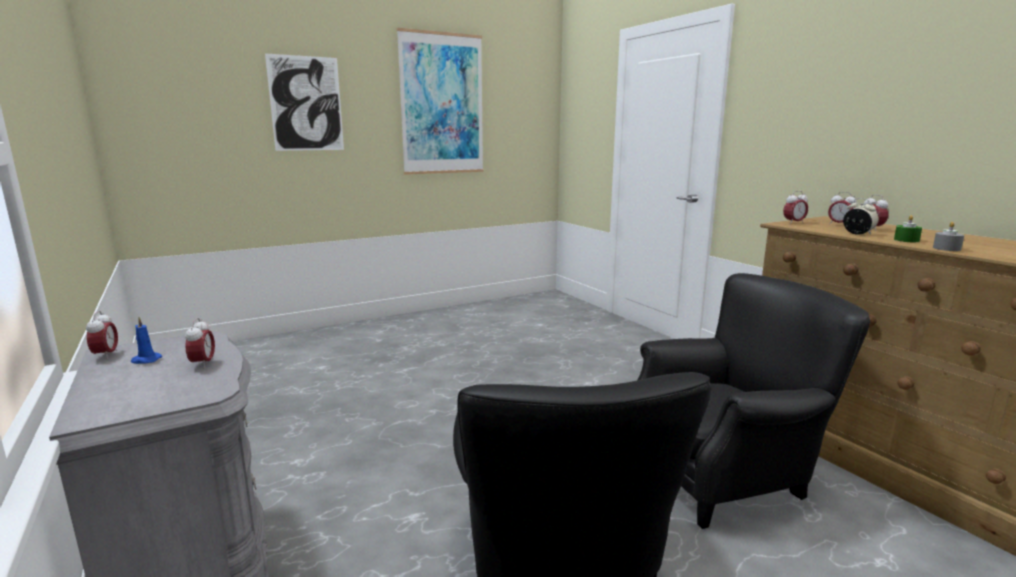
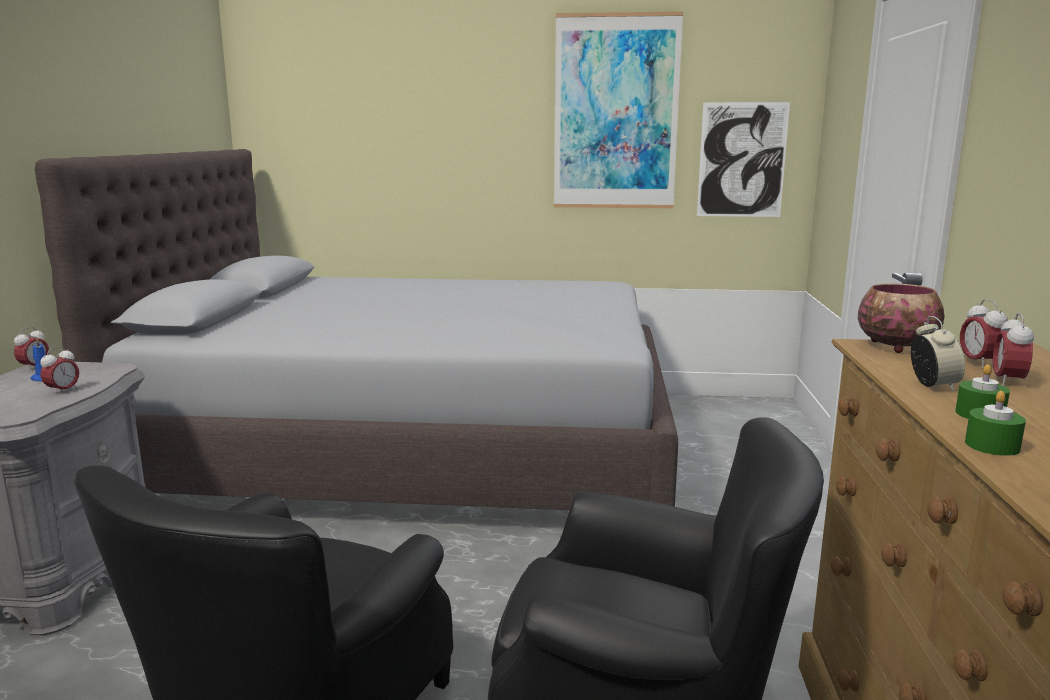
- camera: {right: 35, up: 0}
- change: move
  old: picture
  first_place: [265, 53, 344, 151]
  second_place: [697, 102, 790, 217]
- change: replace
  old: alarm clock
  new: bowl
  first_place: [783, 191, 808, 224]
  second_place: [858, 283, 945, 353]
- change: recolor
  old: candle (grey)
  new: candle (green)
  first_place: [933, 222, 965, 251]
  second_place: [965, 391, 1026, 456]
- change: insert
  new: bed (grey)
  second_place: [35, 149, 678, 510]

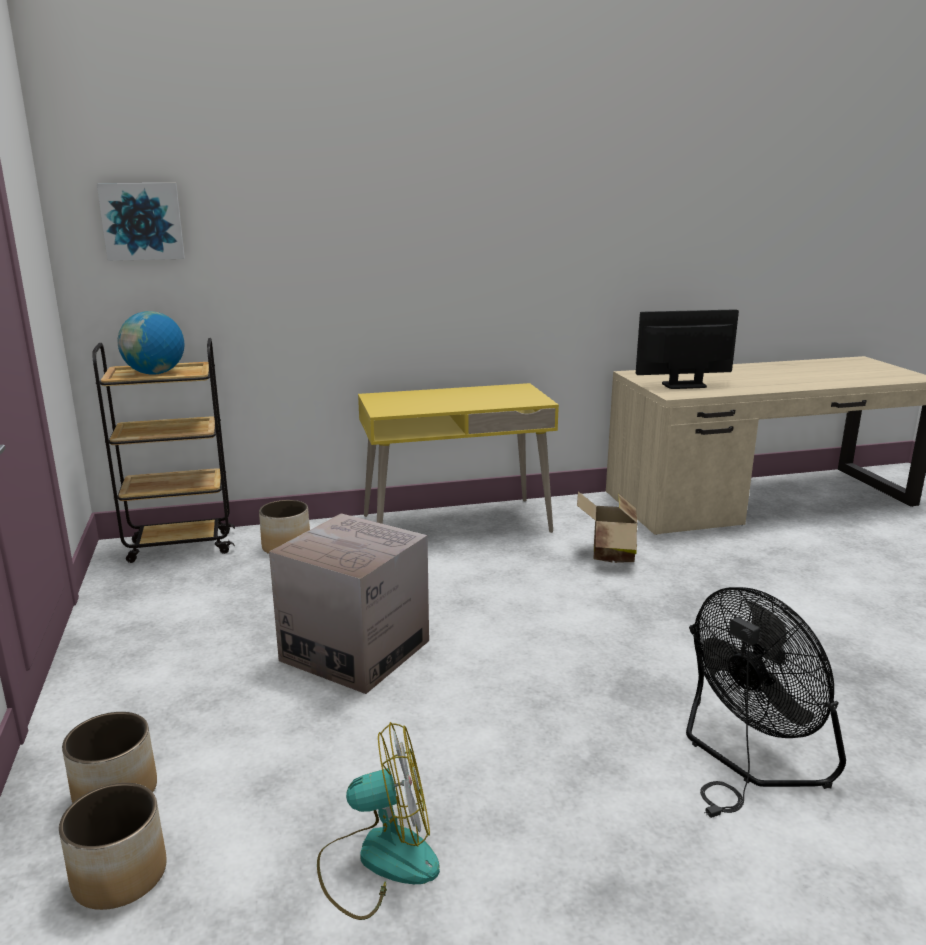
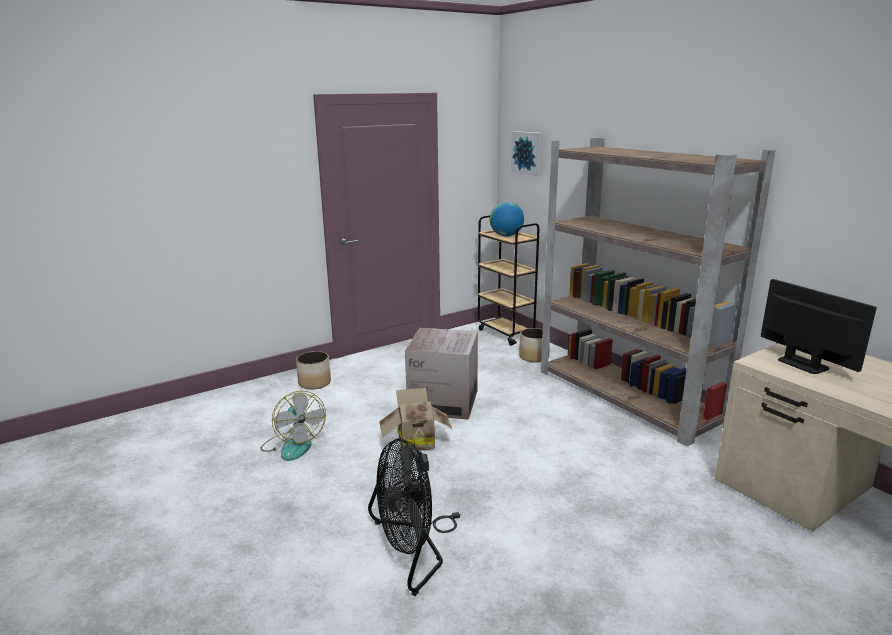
- camera: {right: 70, up: 0}
- change: delete
  old: planter
  first_place: [59, 783, 166, 910]
- change: replace
  old: desk (yellow)
  new: bookcase (brown)
  first_place: [358, 383, 559, 533]
  second_place: [541, 138, 775, 446]
- change: move
  old: cardboard box
  first_place: [577, 491, 637, 563]
  second_place: [379, 387, 452, 451]
- change: rotate
  old: fan (black)
  first_place: [686, 587, 846, 818]
  second_place: [368, 438, 462, 596]
  degrees: 120

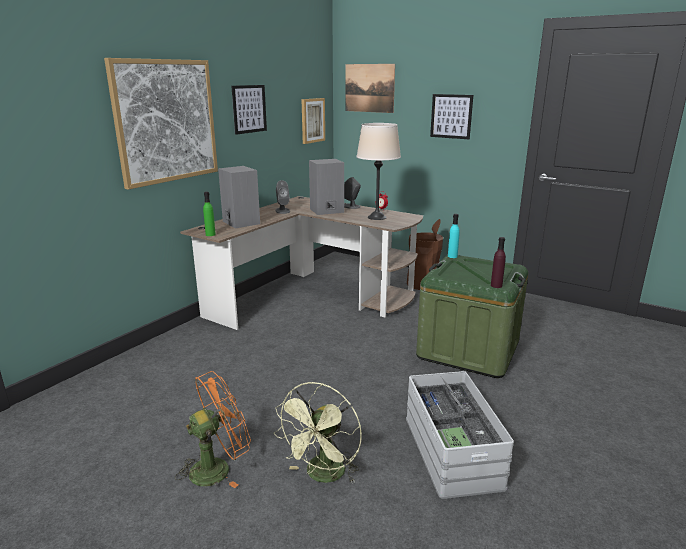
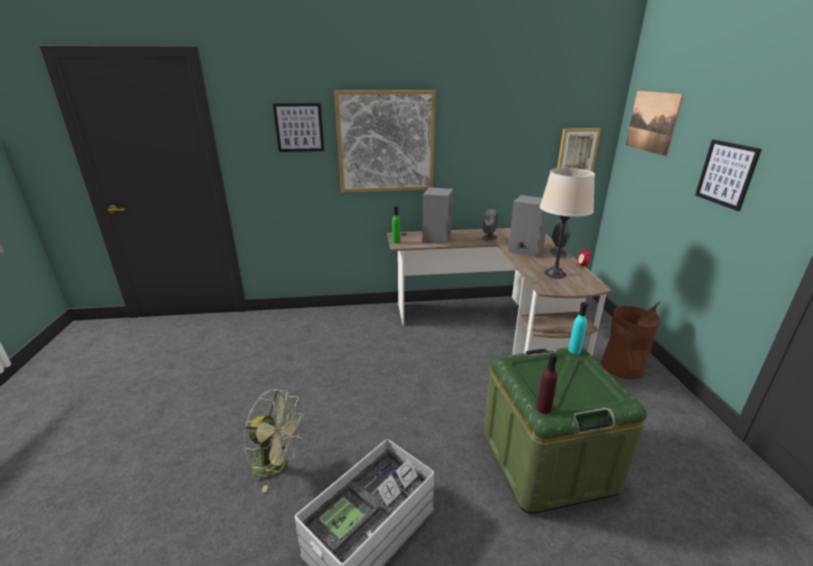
- camera: {right: 50, up: 5}
- change: delete
  old: fan (orange)
  first_place: [175, 371, 251, 488]
- change: move
  old: picture
  first_place: [231, 85, 267, 135]
  second_place: [273, 103, 324, 152]
- change: rotate
  old: fan (green)
  first_place: [274, 382, 362, 484]
  second_place: [244, 389, 304, 492]
  degrees: -150

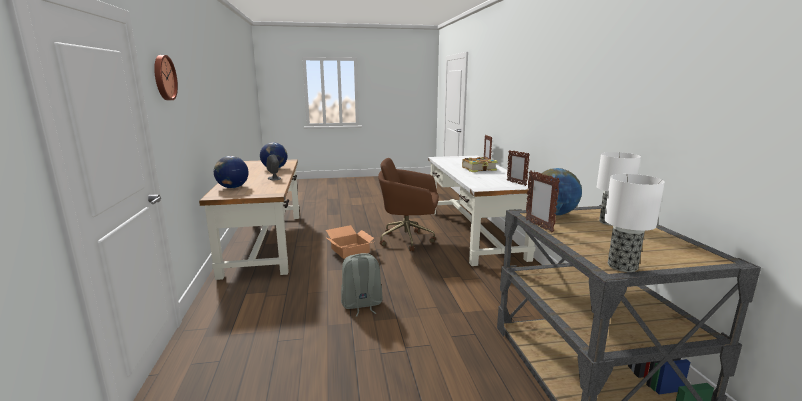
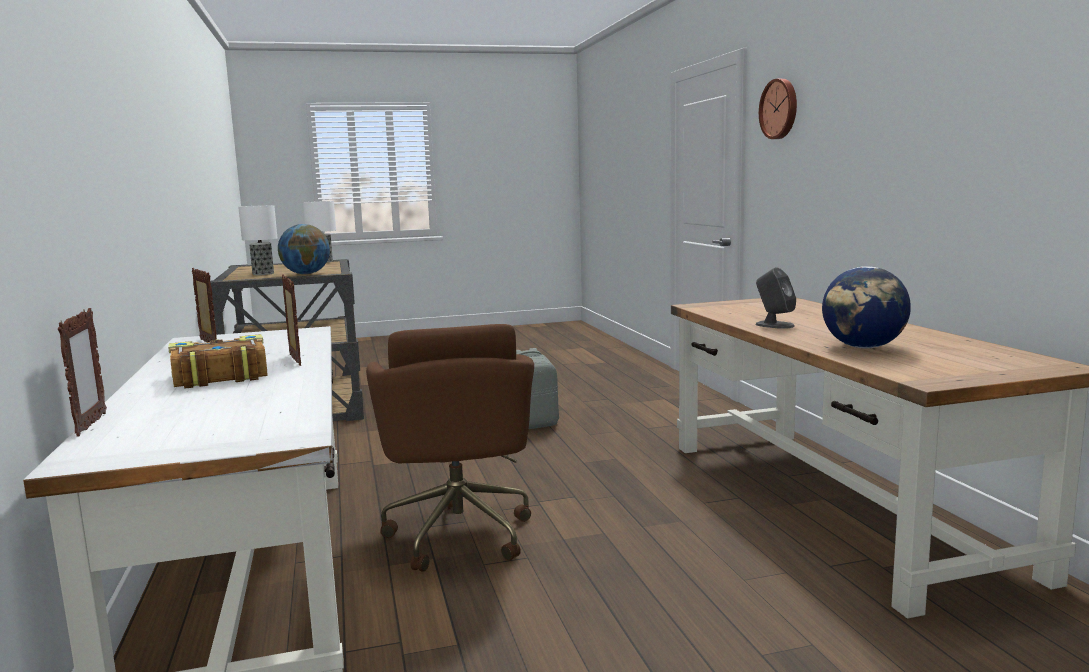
- camera: {right: 175, up: -5}
- change: delete
  old: globe
  first_place: [214, 156, 249, 188]
- change: delete
  old: cardboard box
  first_place: [326, 225, 374, 259]
- change: rotate
  old: office chair (brown)
  first_place: [378, 158, 439, 251]
  second_place: [366, 324, 534, 572]
  degrees: 75
- change: move
  old: picture frame
  first_place: [525, 170, 560, 233]
  second_place: [282, 274, 301, 366]

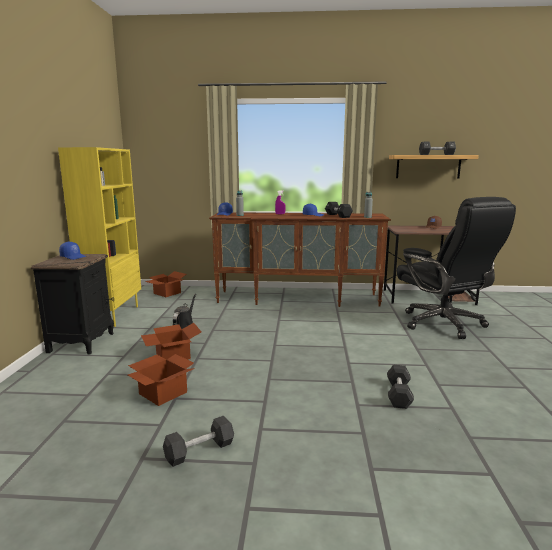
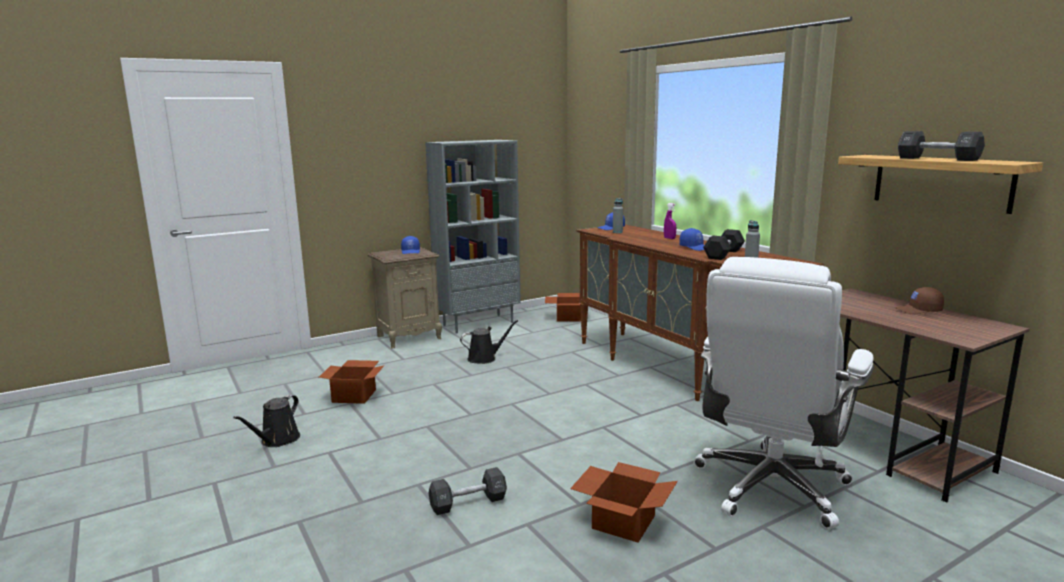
- camera: {right: 55, up: 0}
- change: recolor
  old: nightstand (black)
  new: nightstand (beige)
  first_place: [31, 254, 114, 355]
  second_place: [368, 247, 442, 349]
- change: recolor
  old: bookcase (yellow)
  new: bookcase (grey)
  first_place: [58, 147, 141, 327]
  second_place: [425, 140, 521, 334]
- change: move
  old: cardboard box
  first_place: [141, 323, 201, 360]
  second_place: [570, 462, 678, 543]
- change: replace
  old: dumbbell (black)
  new: watering can (black)
  first_place: [163, 416, 234, 467]
  second_place: [233, 395, 300, 447]
- change: recolor
  old: office chair (black)
  new: office chair (white)
  first_place: [397, 197, 516, 339]
  second_place: [694, 257, 874, 529]

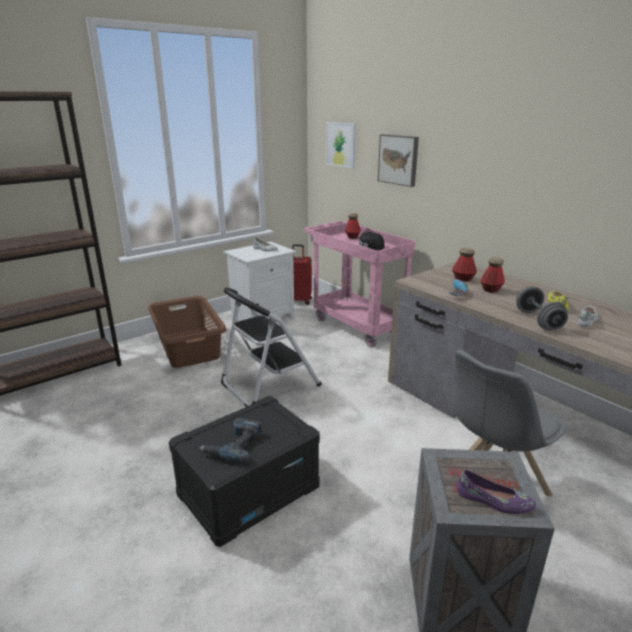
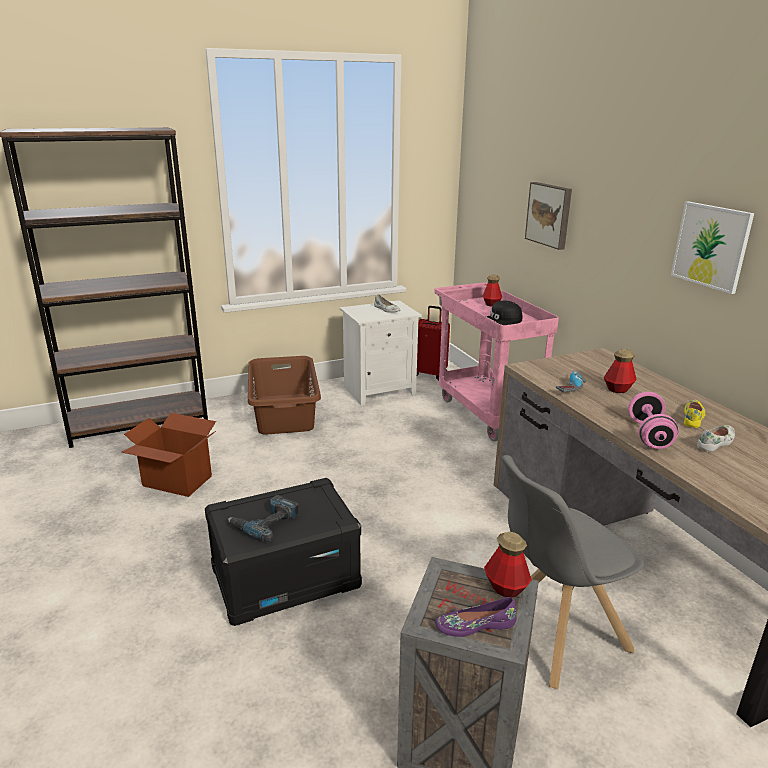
- camera: {right: 15, up: 0}
- change: delete
  old: step ladder
  first_place: [221, 287, 322, 407]
- change: move
  old: picture
  first_place: [326, 122, 356, 168]
  second_place: [671, 202, 754, 294]
- change: move
  old: bottle
  first_place: [452, 248, 477, 281]
  second_place: [484, 531, 532, 597]
- change: rotate
  old: shoe (purple)
  first_place: [457, 470, 536, 514]
  second_place: [435, 597, 517, 637]
  degrees: 135
- change: recolor
  old: dumbbell (grey)
  new: dumbbell (pink)
  first_place: [516, 287, 568, 330]
  second_place: [628, 392, 679, 449]
- change: insert
  new: cardboard box
  second_place: [122, 413, 216, 497]

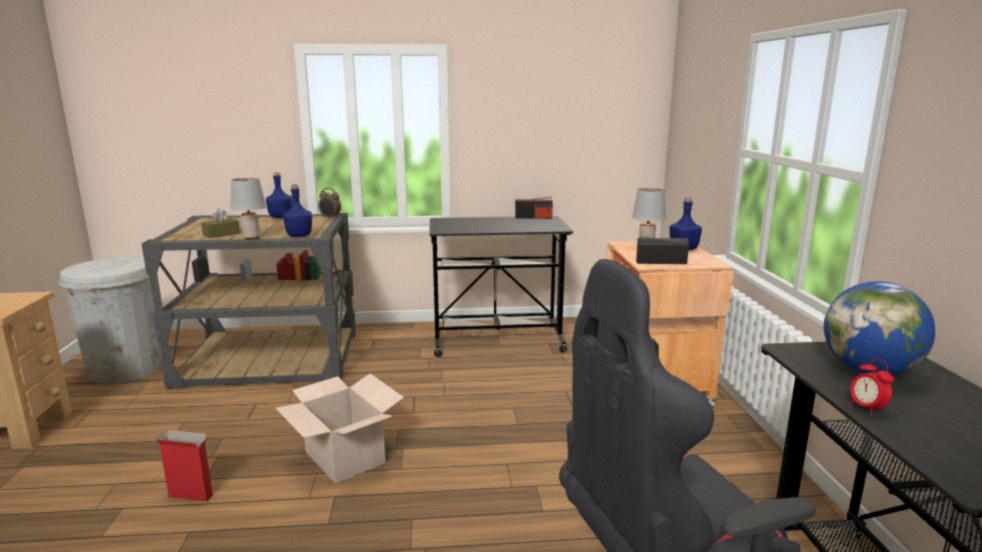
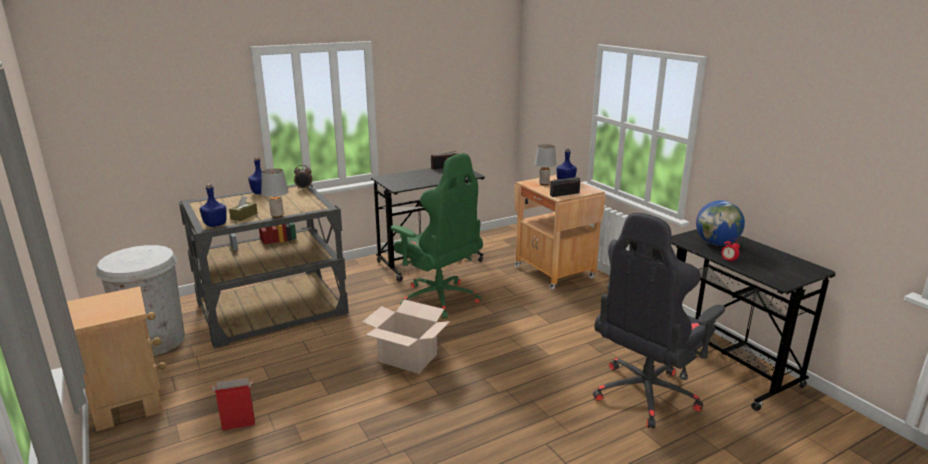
- camera: {right: -25, up: 5}
- change: move
  old: cardboard box
  first_place: [155, 430, 213, 502]
  second_place: [212, 378, 255, 430]
- change: move
  old: bottle (blue)
  first_place: [283, 185, 312, 237]
  second_place: [200, 184, 227, 227]
- change: insert
  new: office chair (green)
  second_place: [391, 153, 483, 319]

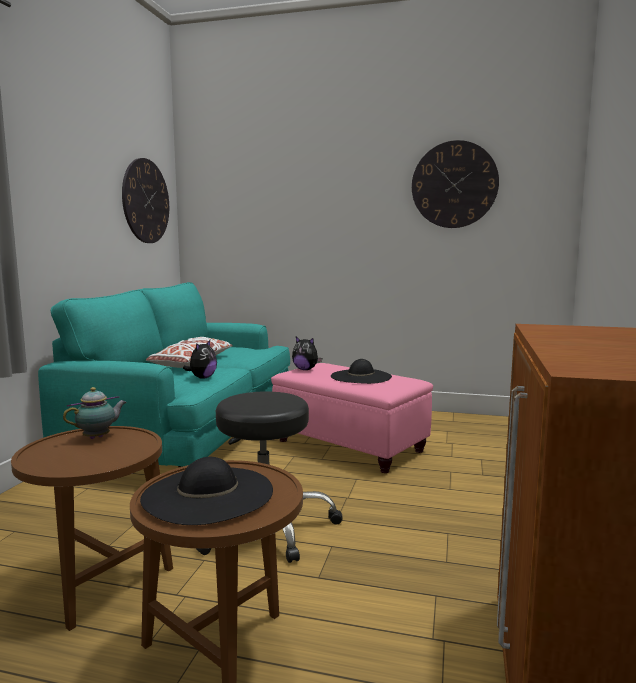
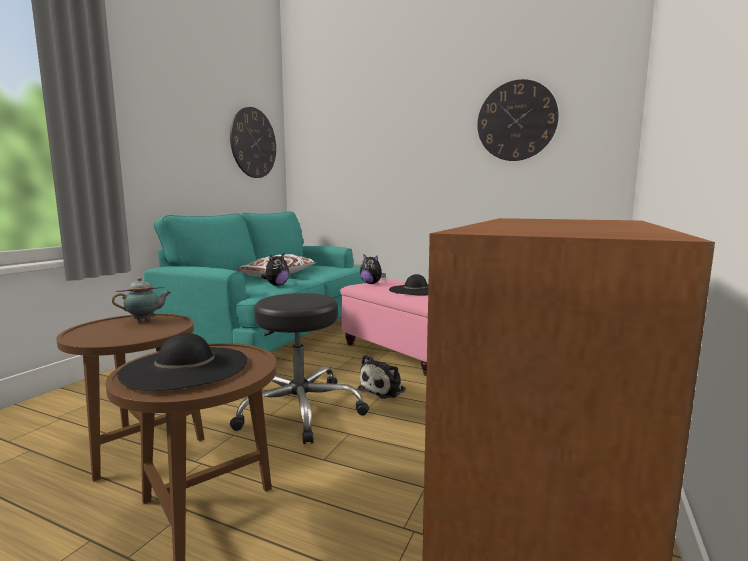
- camera: {right: 10, up: 0}
- change: insert
  new: plush toy
  second_place: [357, 354, 406, 399]

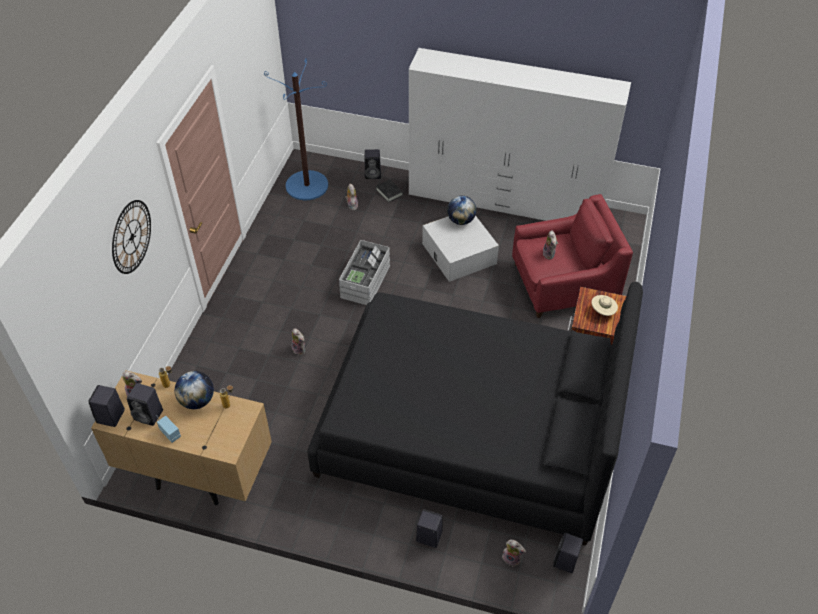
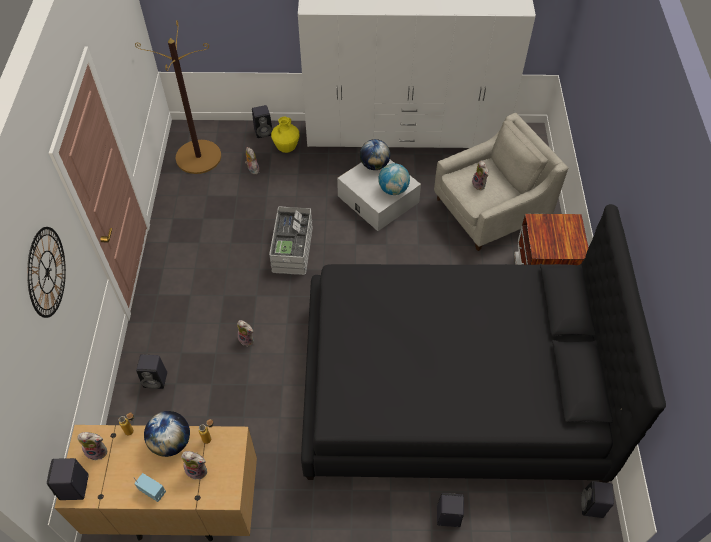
- camera: {right: -15, up: 5}
- change: move
  old: speaker (black)
  first_place: [127, 383, 163, 426]
  second_place: [136, 354, 167, 389]
- change: recolor
  old: clothes rack (blue)
  new: clothes rack (brown)
  first_place: [264, 58, 328, 200]
  second_place: [135, 21, 221, 174]
- change: replace
  old: book (black)
  new: vase (yellow)
  first_place: [376, 179, 403, 202]
  second_place: [271, 117, 299, 153]
- change: move
  old: plush toy
  first_place: [502, 540, 526, 567]
  second_place: [181, 451, 207, 480]
- change: recolor
  old: armchair (red)
  new: armchair (beige)
  first_place: [512, 194, 633, 318]
  second_place: [434, 113, 568, 251]
- change: delete
  old: hat (beige)
  first_place: [591, 295, 618, 316]
- change: insert
  new: globe
  second_place: [378, 163, 410, 195]

